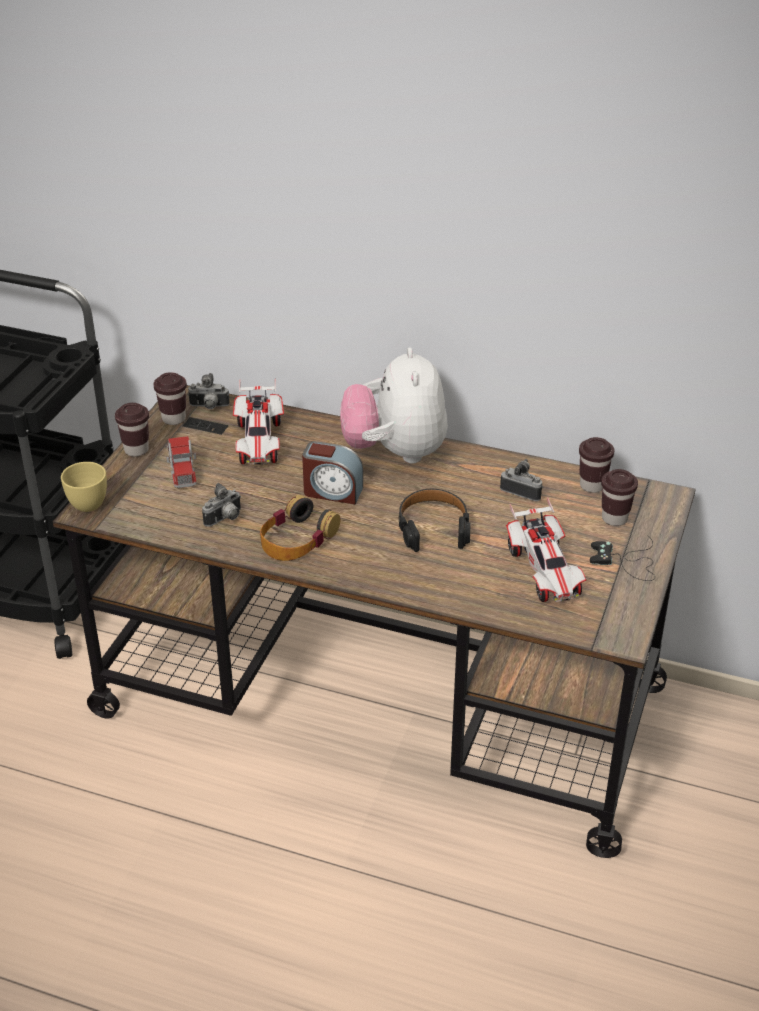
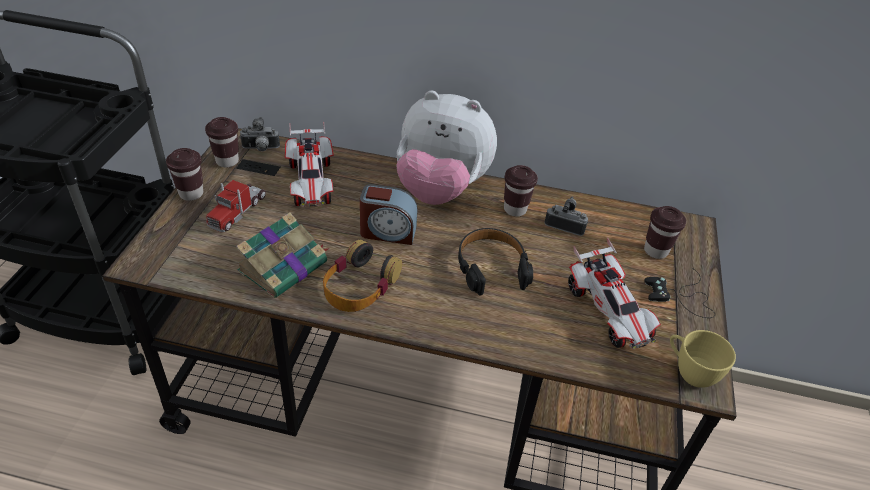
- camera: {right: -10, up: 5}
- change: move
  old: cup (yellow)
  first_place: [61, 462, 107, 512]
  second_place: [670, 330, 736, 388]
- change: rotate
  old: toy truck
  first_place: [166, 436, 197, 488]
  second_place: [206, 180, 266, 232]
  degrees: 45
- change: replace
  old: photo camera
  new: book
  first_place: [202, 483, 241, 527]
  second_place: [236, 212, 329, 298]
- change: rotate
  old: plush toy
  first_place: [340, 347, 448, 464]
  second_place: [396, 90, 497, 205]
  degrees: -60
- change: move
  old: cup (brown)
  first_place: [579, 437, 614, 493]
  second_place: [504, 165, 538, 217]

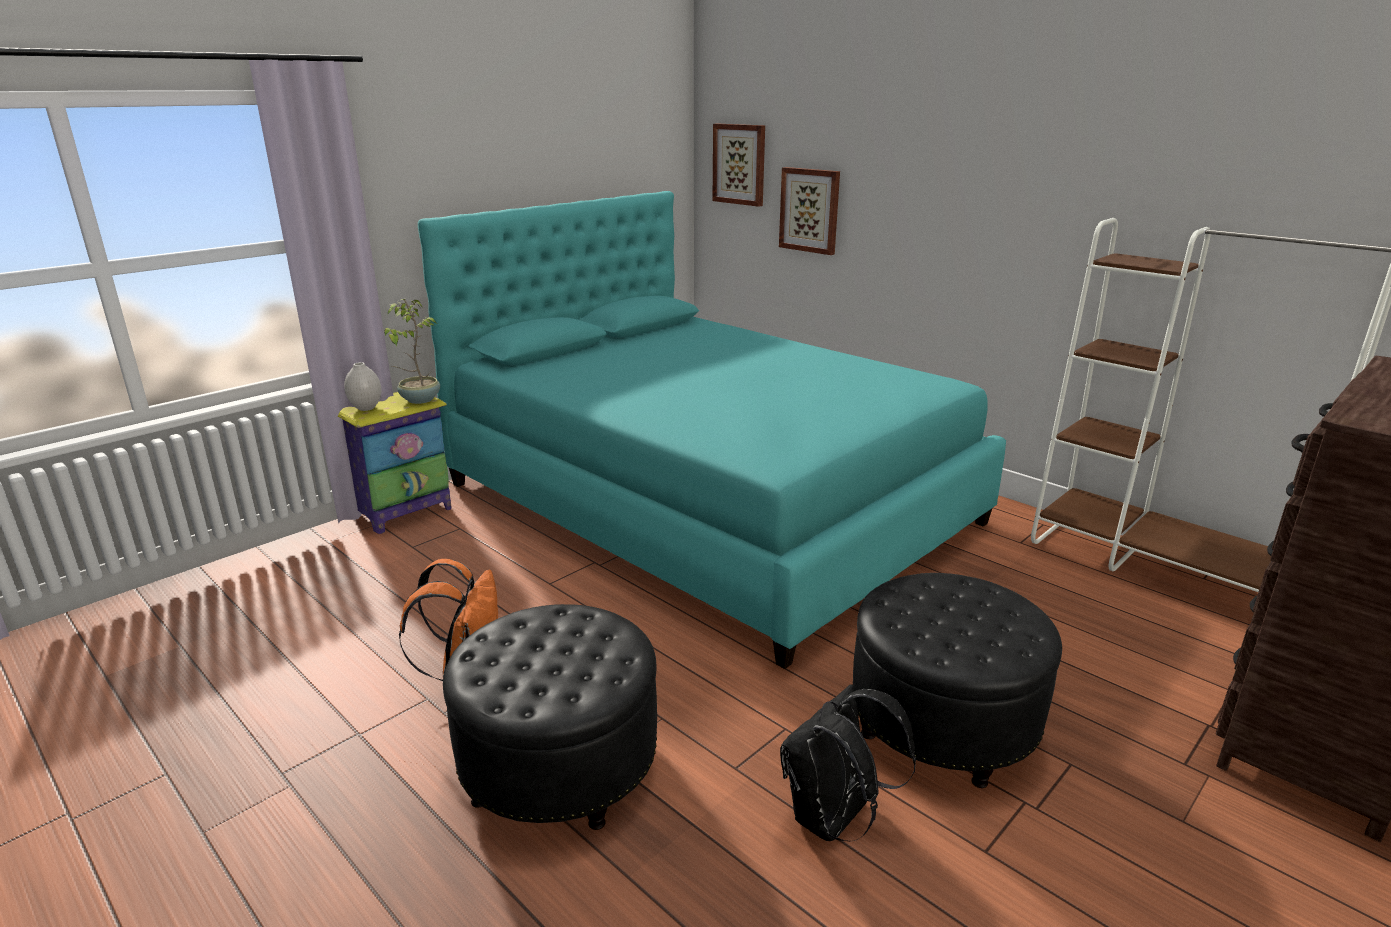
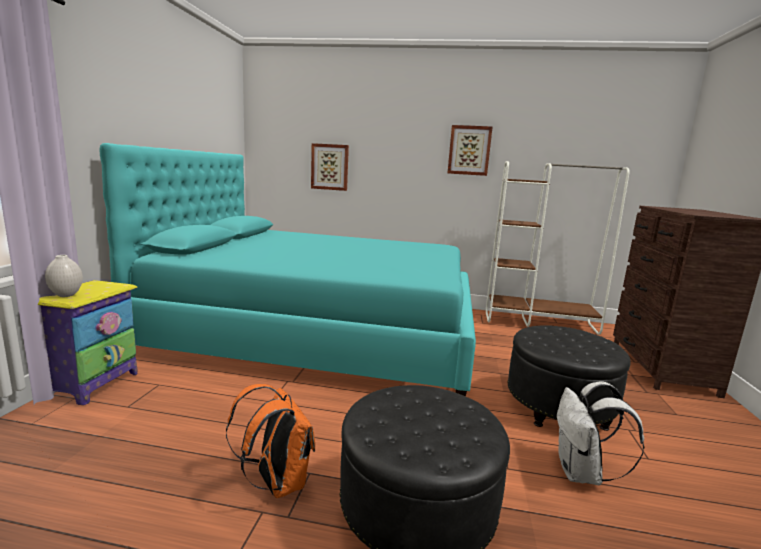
- camera: {right: -35, up: -10}
- change: delete
  old: potted plant
  first_place: [384, 299, 440, 404]
- change: move
  old: picture
  first_place: [713, 124, 765, 207]
  second_place: [448, 125, 493, 176]
- change: recolor
  old: backpack (black)
  new: backpack (white)
  first_place: [780, 684, 916, 841]
  second_place: [557, 381, 644, 485]

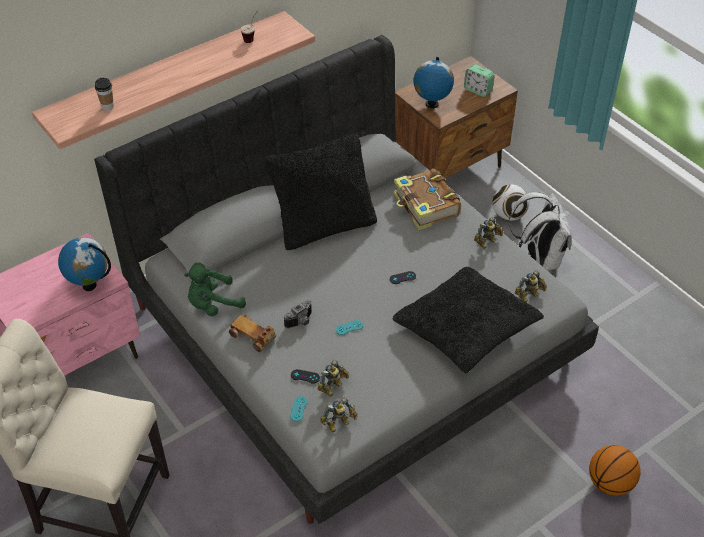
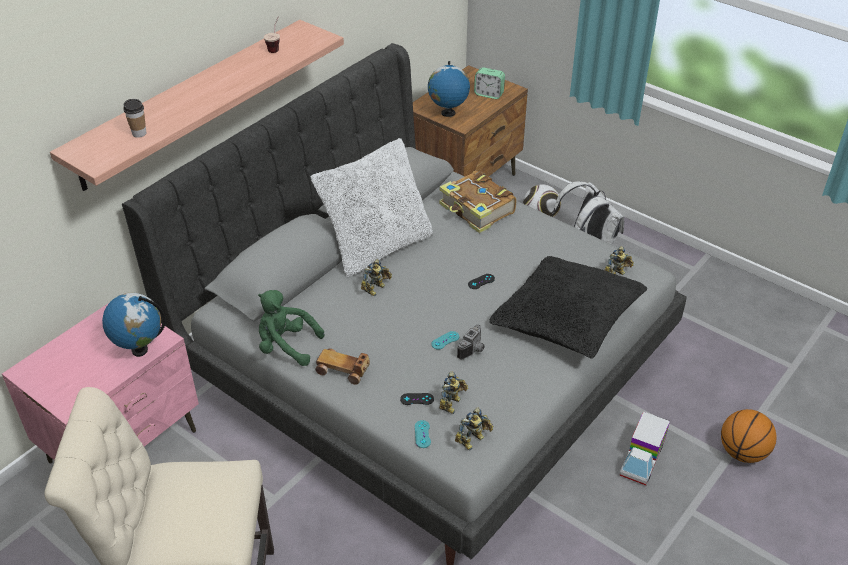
- camera: {right: -15, up: -5}
- change: rotate
  old: plush toy (green)
  first_place: [184, 263, 246, 316]
  second_place: [258, 290, 324, 366]
  degrees: 60
- change: recolor
  old: pillow (black)
  new: pillow (white)
  first_place: [265, 133, 377, 250]
  second_place: [311, 138, 433, 277]
- change: move
  old: photo camera
  first_place: [284, 300, 312, 328]
  second_place: [457, 325, 485, 359]
- change: move
  old: toy robot
  first_place: [474, 217, 503, 249]
  second_place: [361, 259, 392, 296]
- change: insert
  new: toy truck
  second_place: [620, 412, 670, 485]

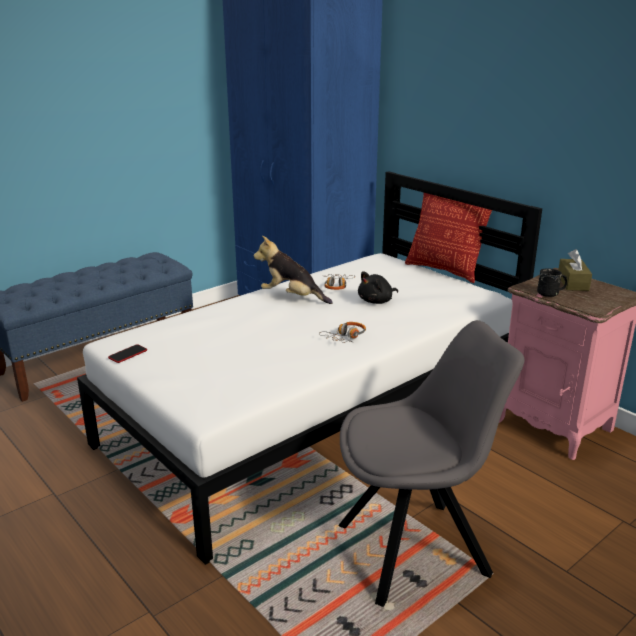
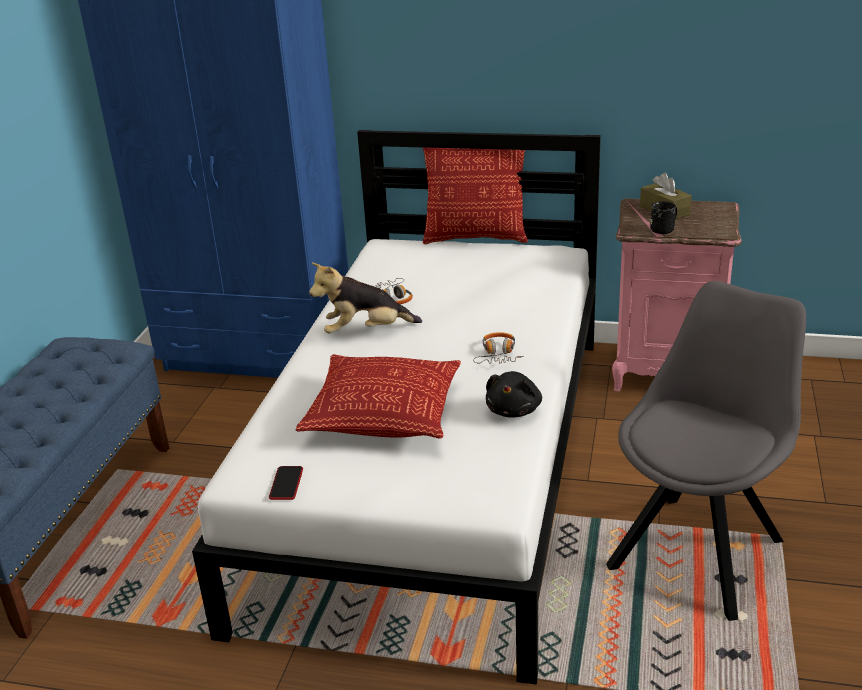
- camera: {right: -35, up: 5}
- change: move
  old: plush toy (black)
  first_place: [358, 271, 398, 304]
  second_place: [486, 371, 542, 418]
- change: insert
  new: pillow (red)
  second_place: [296, 354, 461, 439]

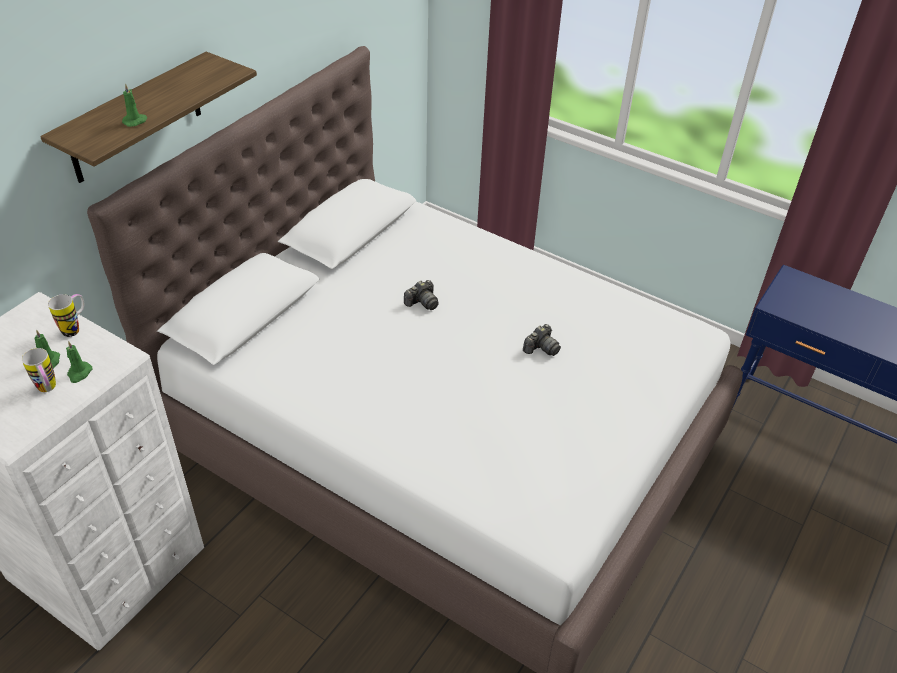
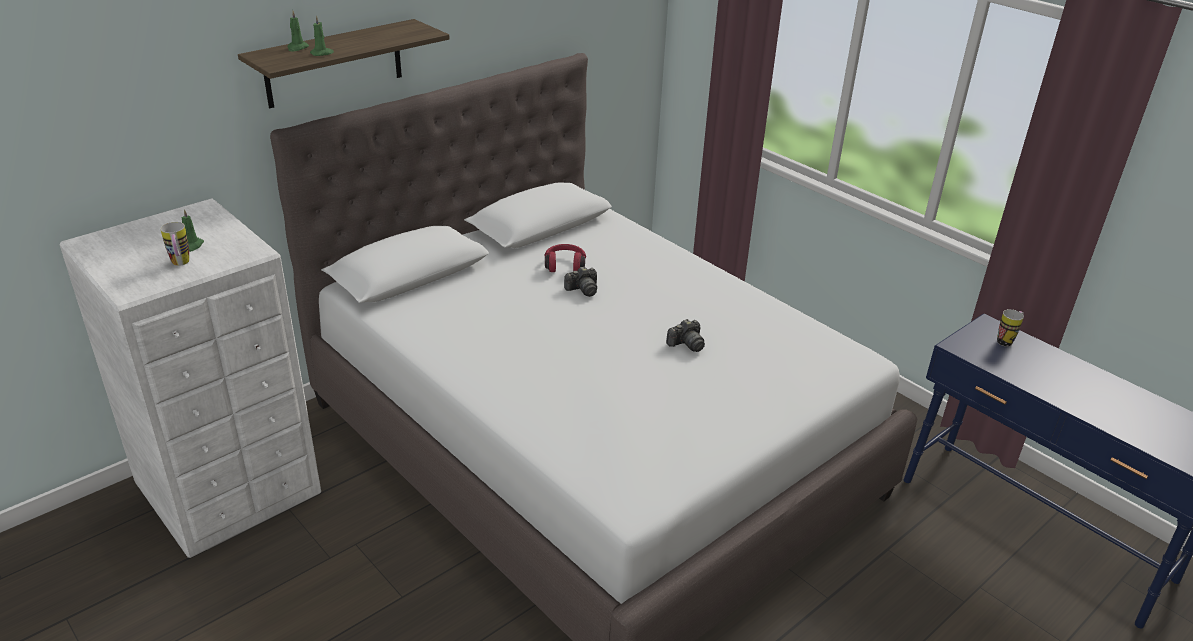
- camera: {right: 15, up: -10}
- change: move
  old: mug
  first_place: [48, 294, 84, 337]
  second_place: [997, 309, 1024, 347]
- change: move
  old: candle (green)
  first_place: [66, 341, 93, 383]
  second_place: [287, 10, 309, 51]
- change: insert
  new: headphones (red)
  second_place: [545, 244, 586, 272]

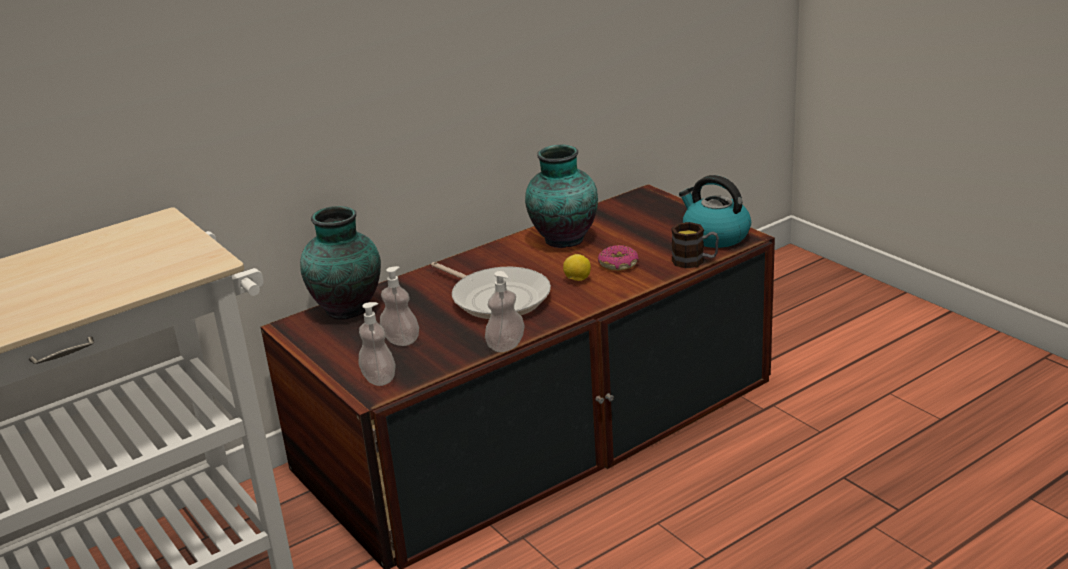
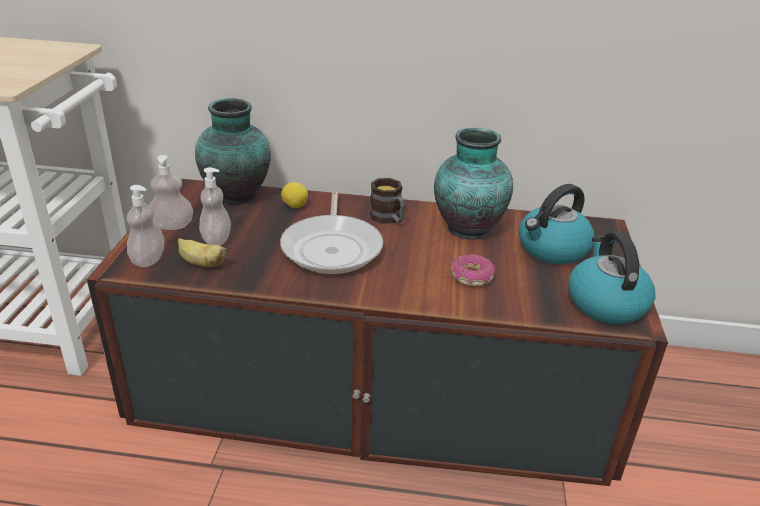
- camera: {right: 40, up: 5}
- change: move
  old: soap dispenser
  first_place: [485, 271, 524, 352]
  second_place: [149, 155, 193, 230]
- change: move
  old: lemon
  first_place: [563, 254, 591, 281]
  second_place: [281, 182, 308, 208]
- change: move
  old: mug
  first_place: [671, 222, 719, 268]
  second_place: [370, 178, 405, 224]
- change: insert
  new: banana
  second_place: [178, 238, 228, 267]
- change: insert
  new: kettle
  second_place: [519, 184, 595, 264]

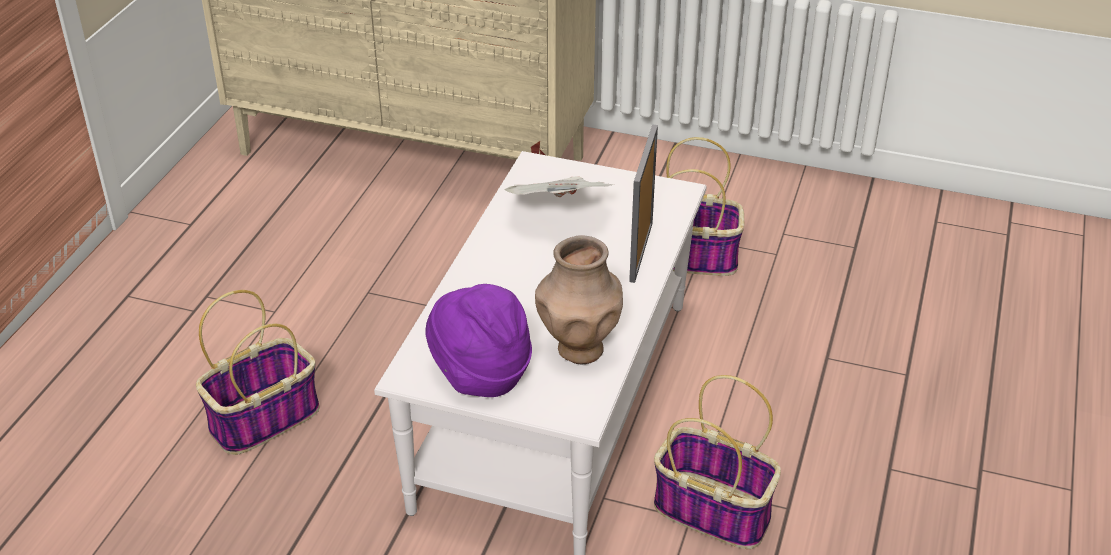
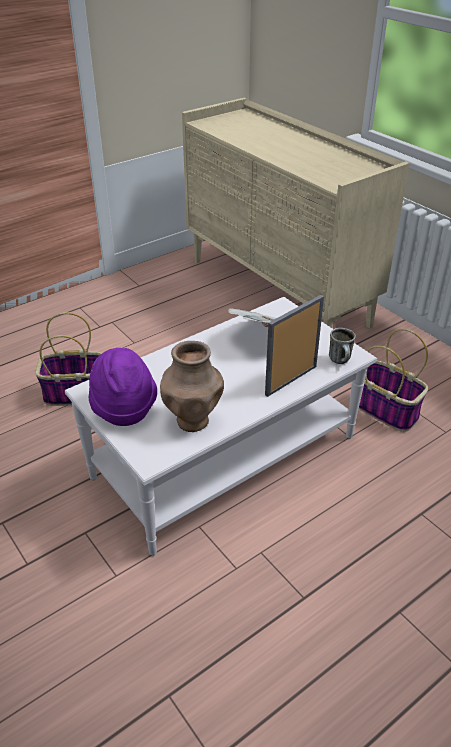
- camera: {right: 35, up: 0}
- change: delete
  old: basket
  first_place: [654, 375, 781, 549]
- change: insert
  new: mug
  second_place: [329, 328, 356, 364]

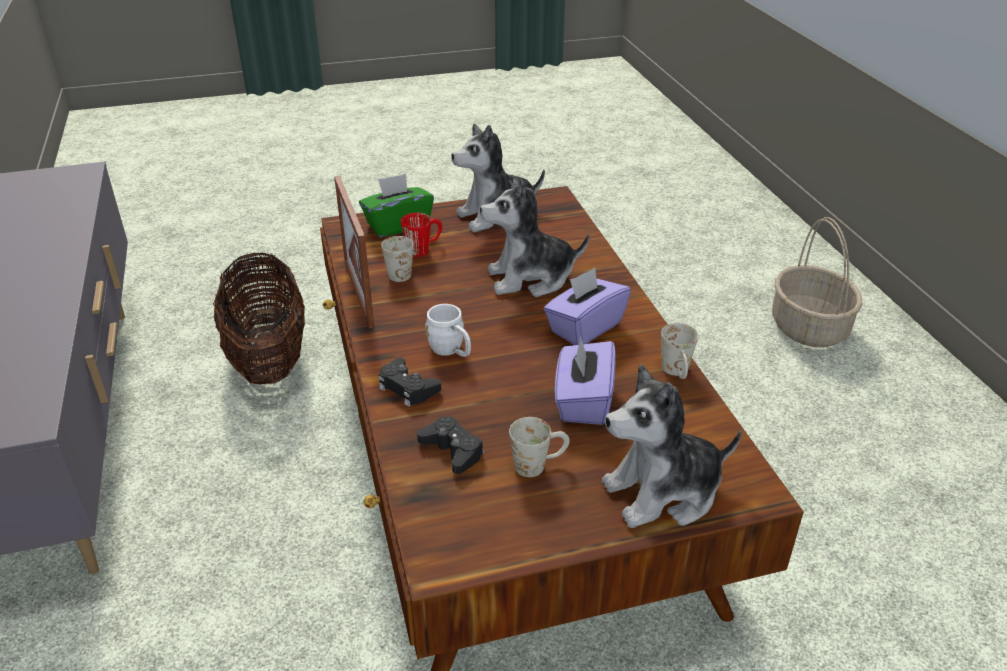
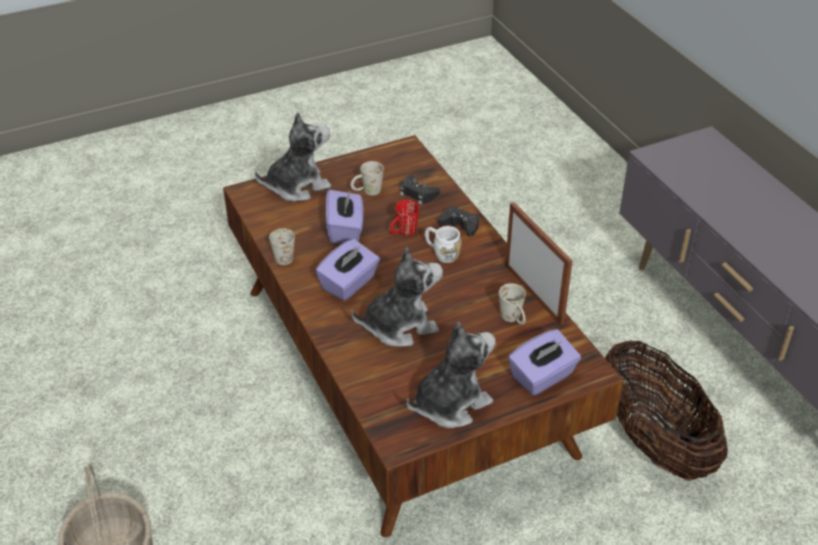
- camera: {right: 170, up: 5}
- change: recolor
  old: tissue box (green)
  new: tissue box (purple)
  first_place: [359, 174, 434, 237]
  second_place: [508, 329, 581, 396]
- change: move
  old: mug (red)
  first_place: [401, 213, 442, 257]
  second_place: [390, 200, 420, 236]

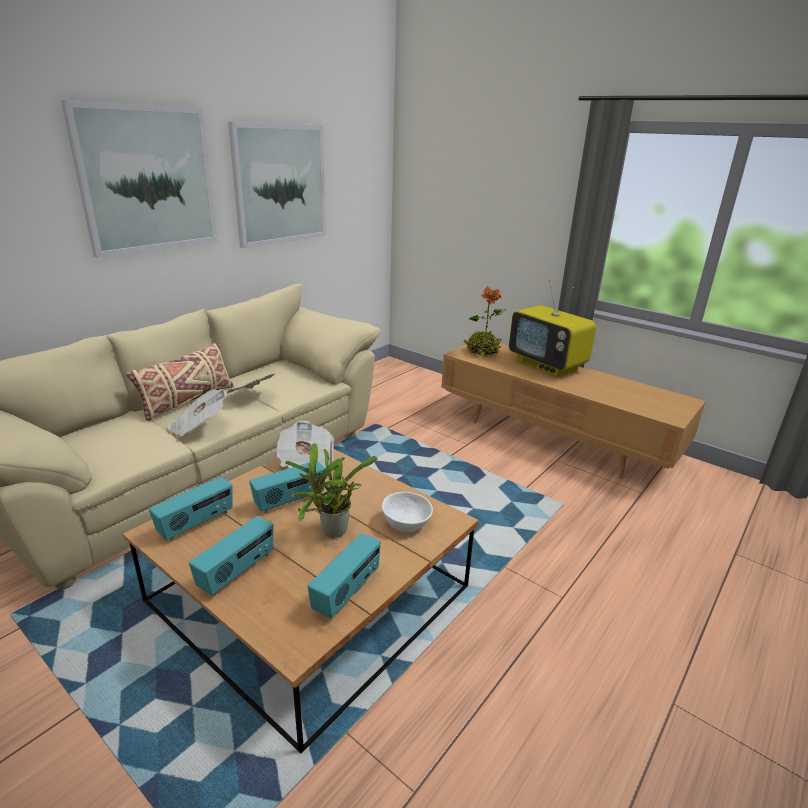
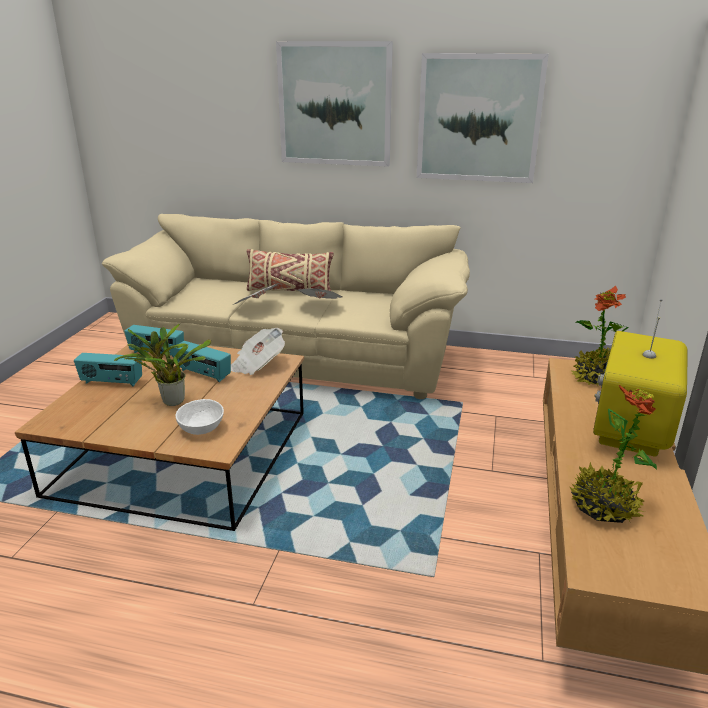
- camera: {right: 65, up: 0}
- change: delete
  old: radio
  first_place: [307, 533, 381, 619]
- change: insert
  new: potted plant
  second_place: [570, 386, 657, 523]

